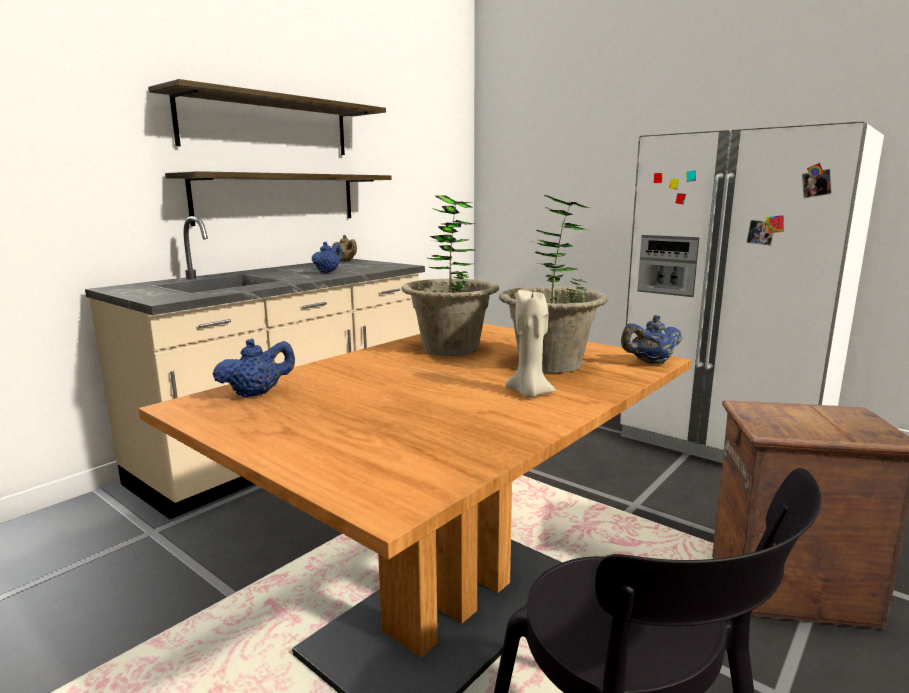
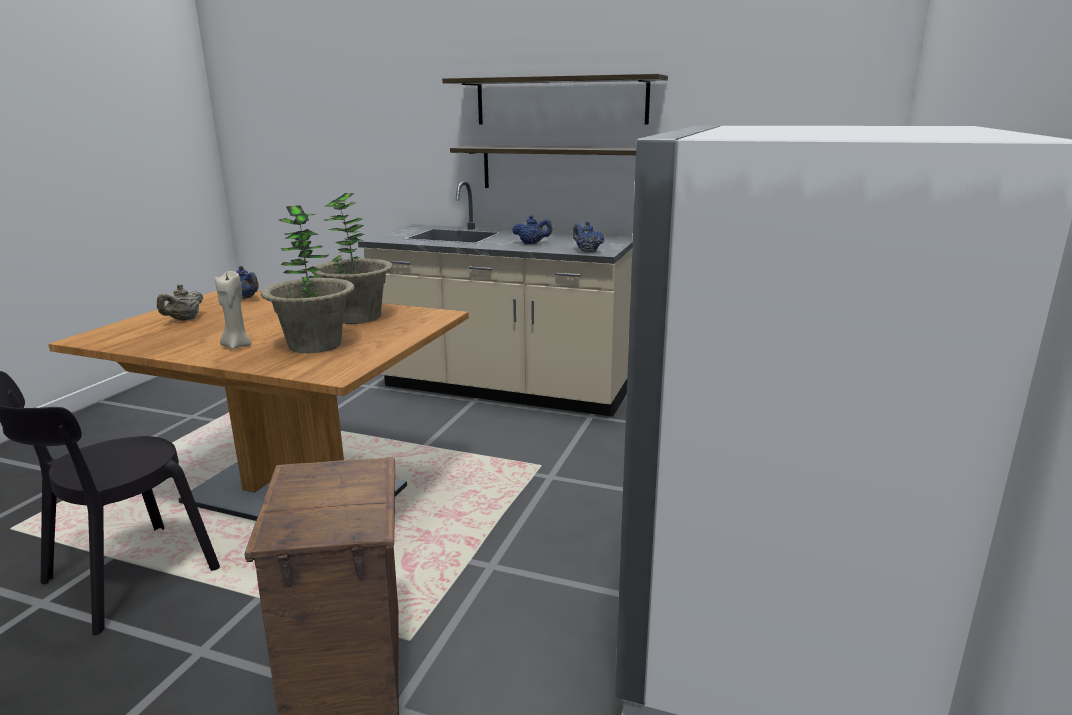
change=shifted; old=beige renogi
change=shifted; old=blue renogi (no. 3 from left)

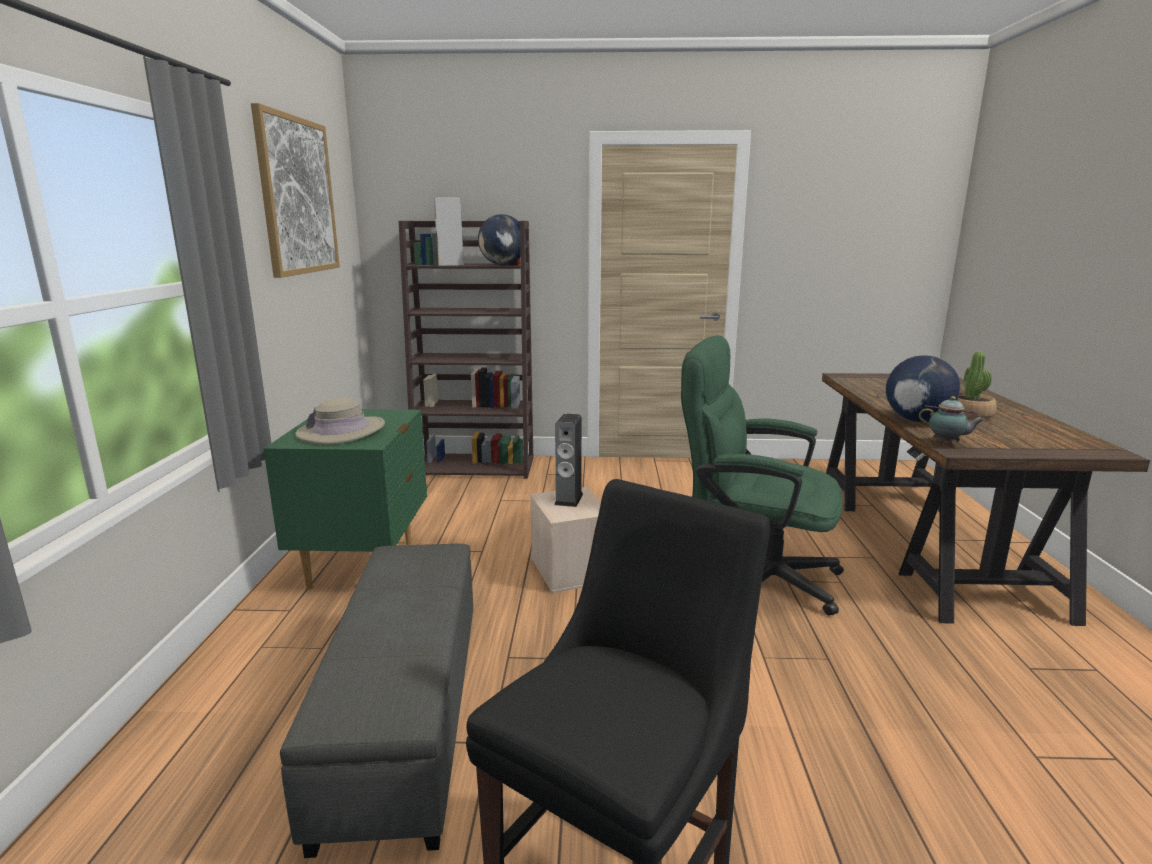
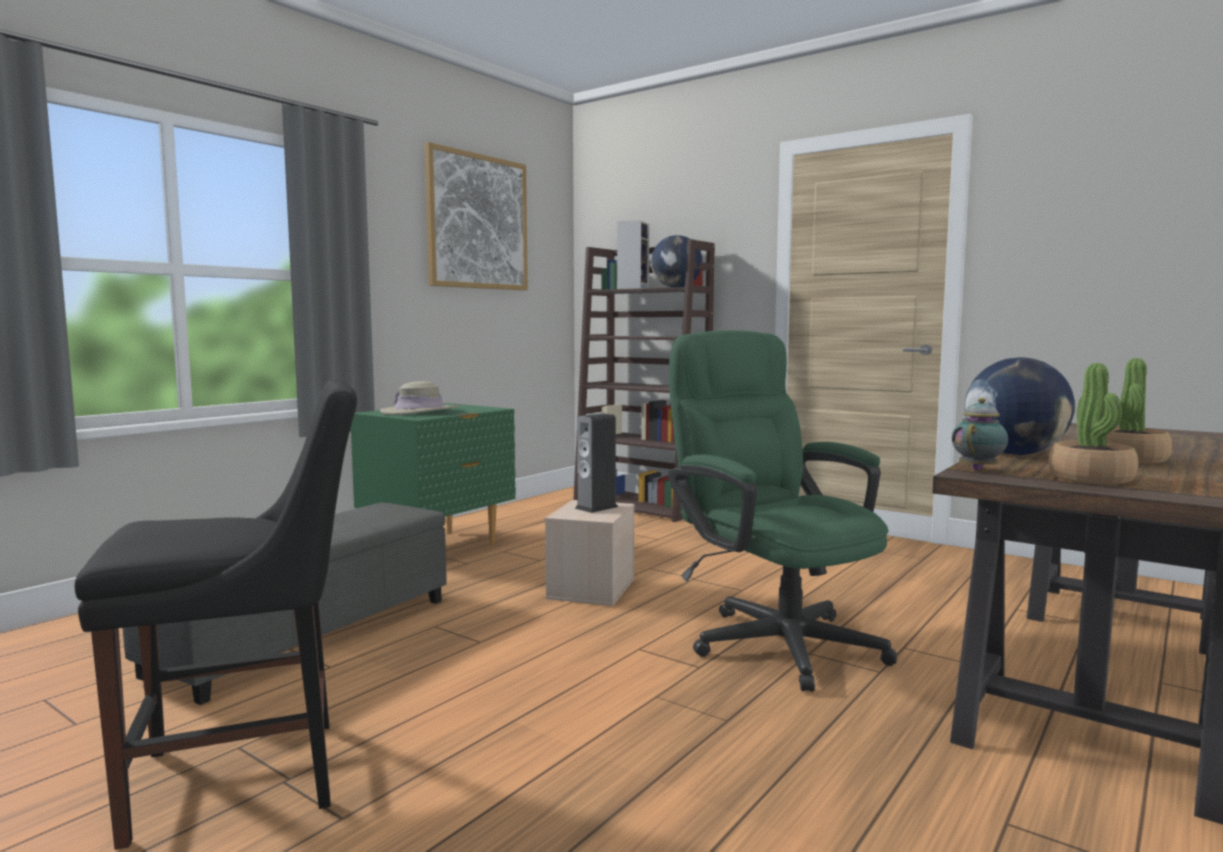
change=rotated; old=renogi; degrees=-120
change=new; new=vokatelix (no. 1 from left)

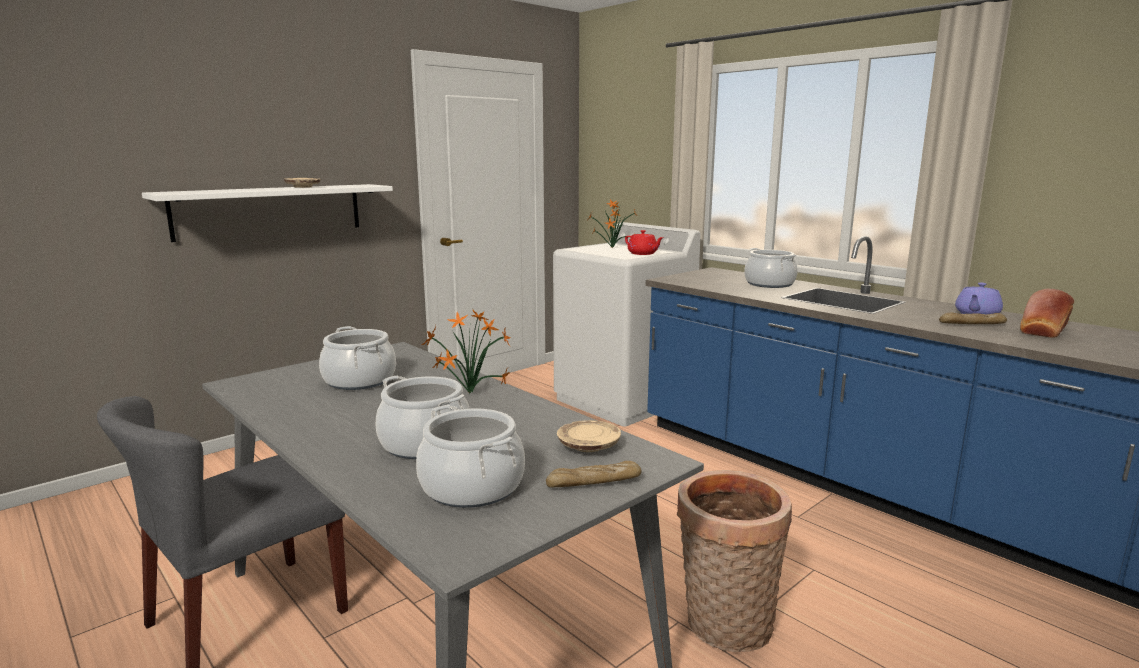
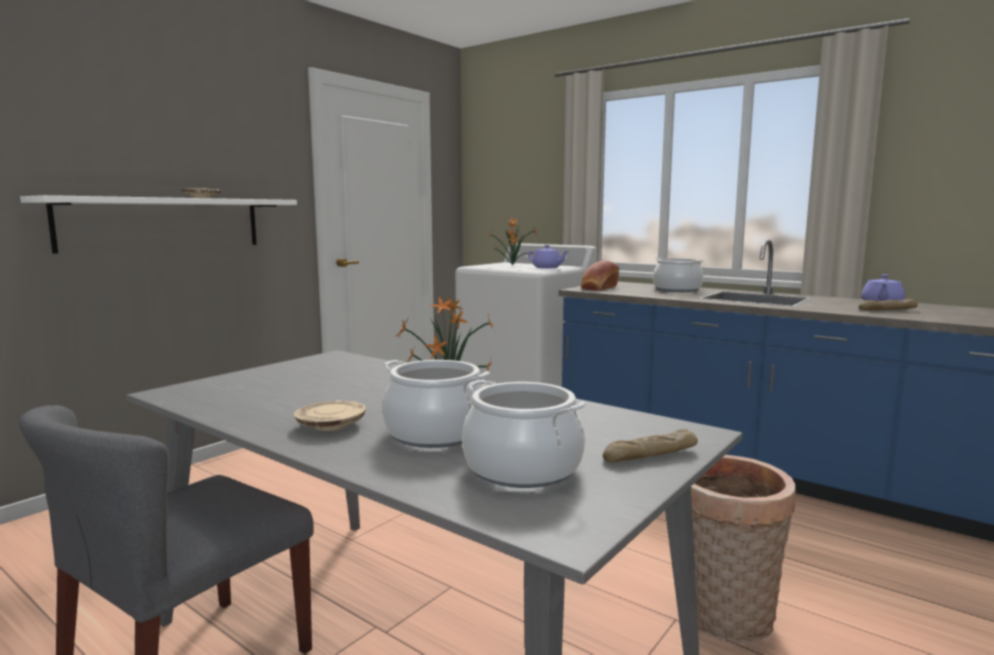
change=shifted; old=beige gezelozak (no. 2 from left)
change=repainted; old=red renogi; new=purple renogi (no. 1 from left)
change=shifted; old=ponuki (no. 3 from left in the first image); new=ponuki (no. 1 from left)
change=gone; old=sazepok (no. 1 from left)

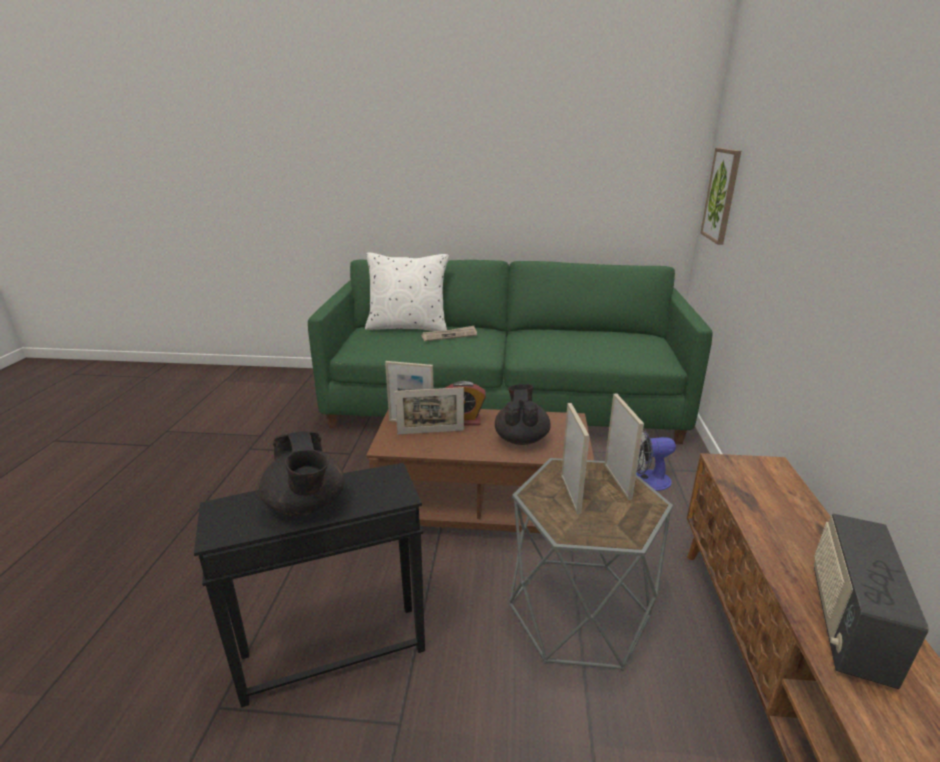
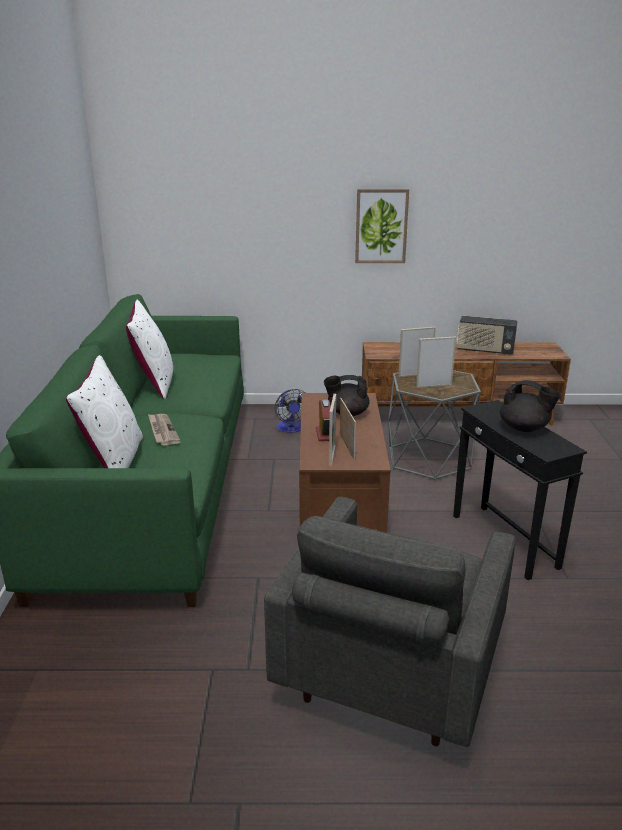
change=new; new=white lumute (no. 2 from left)
change=new; new=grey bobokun
change=shifted; old=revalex
change=rotated; old=black renogi (no. 1 from left in the first image); degrees=60

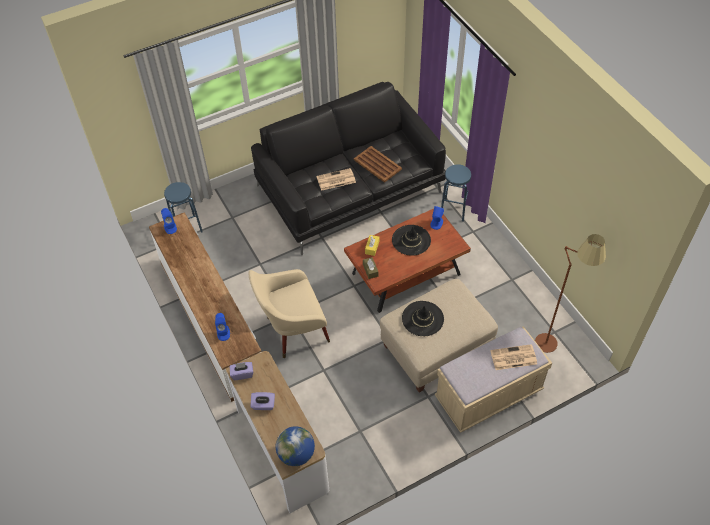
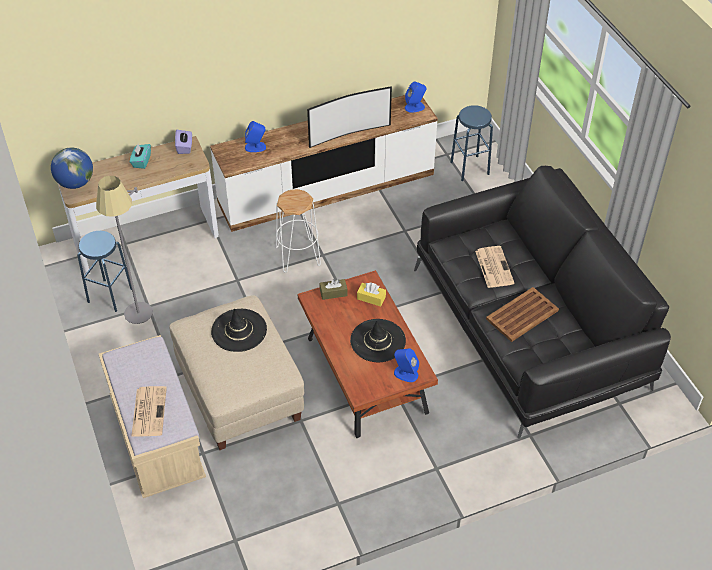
change=shifted; old=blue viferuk (no. 2 from left in the first image); new=blue viferuk (no. 1 from left)
change=new; new=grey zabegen
change=repainted; old=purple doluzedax (no. 2 from left); new=turquoise doluzedax
change=swapped; old=beige bobokun; new=white viferuk
change=new; new=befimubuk
change=gone; old=brown zabegen

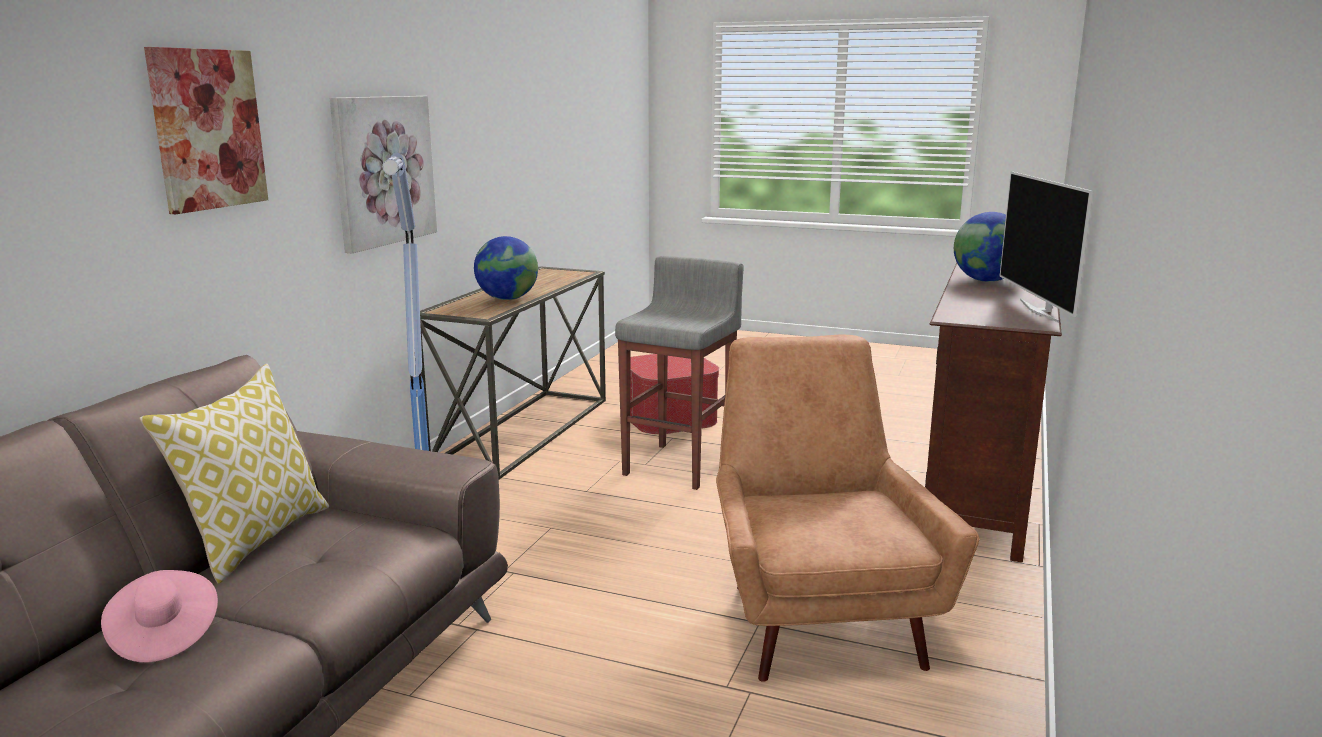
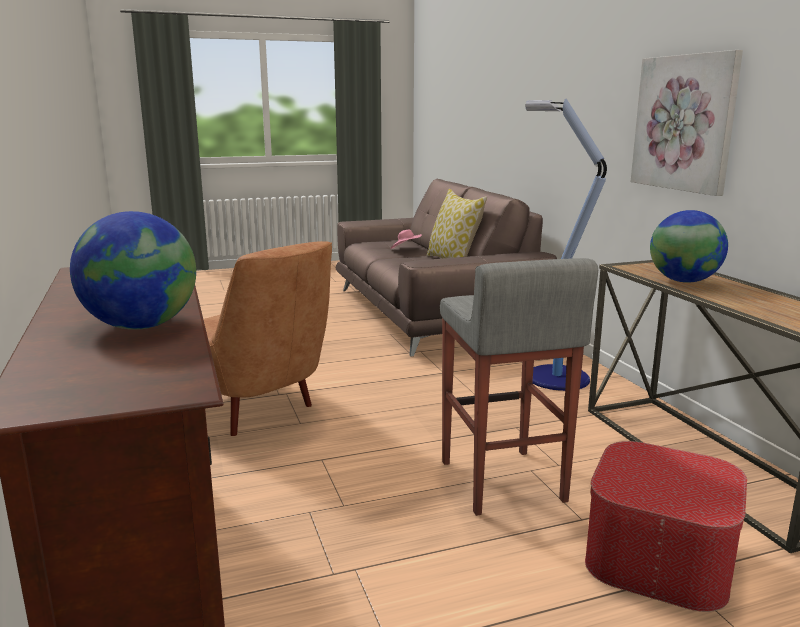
change=gone; old=revalex (no. 1 from left)
change=gone; old=befimubuk

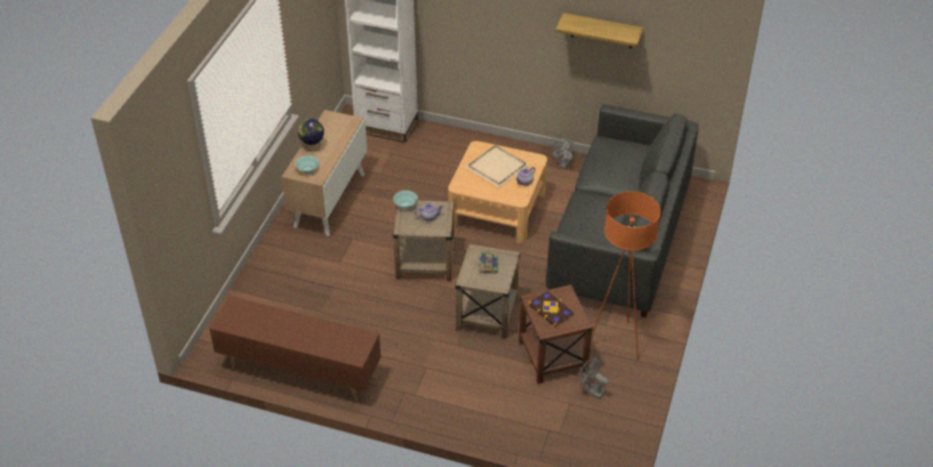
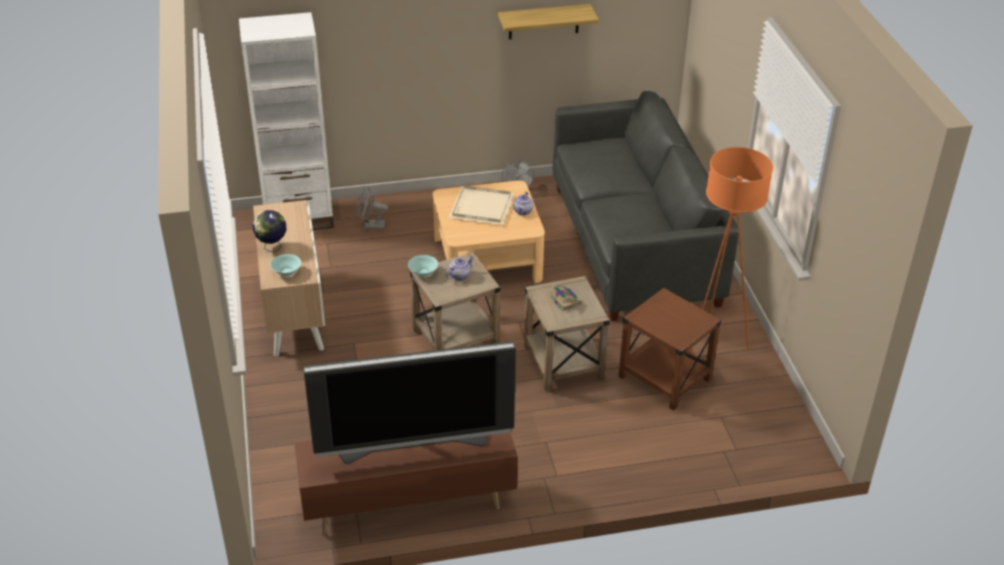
change=new; new=befimubuk
change=shifted; old=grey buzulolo (no. 2 from left in the first image); new=grey buzulolo (no. 1 from left)
change=gone; old=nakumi (no. 2 from left)

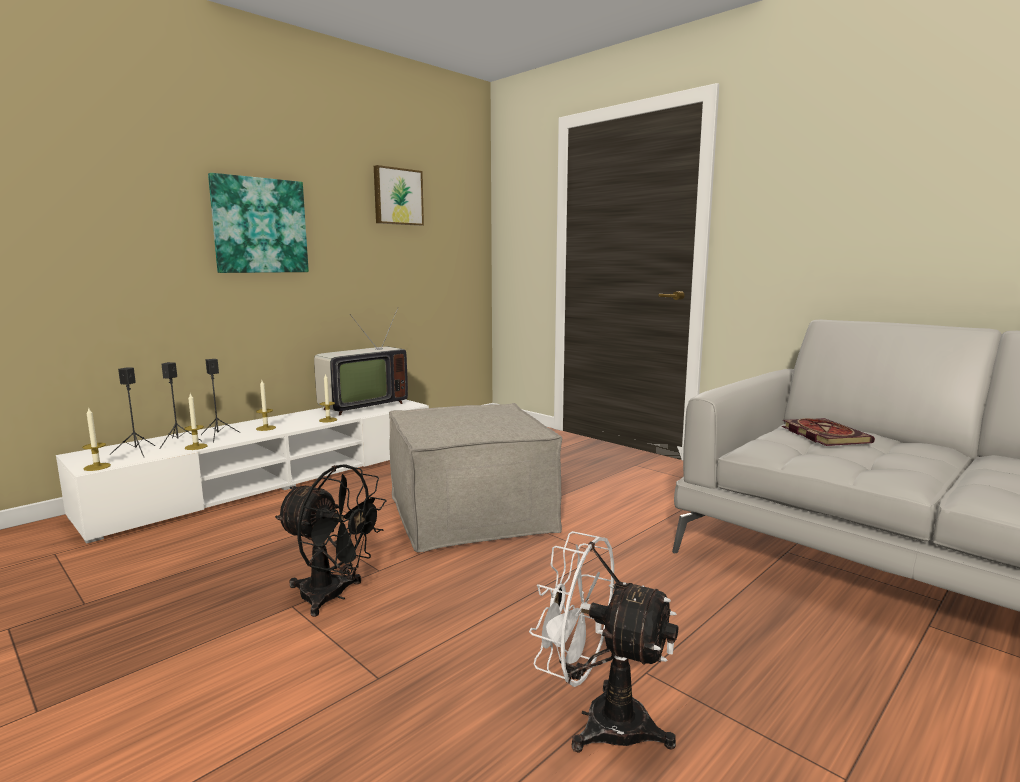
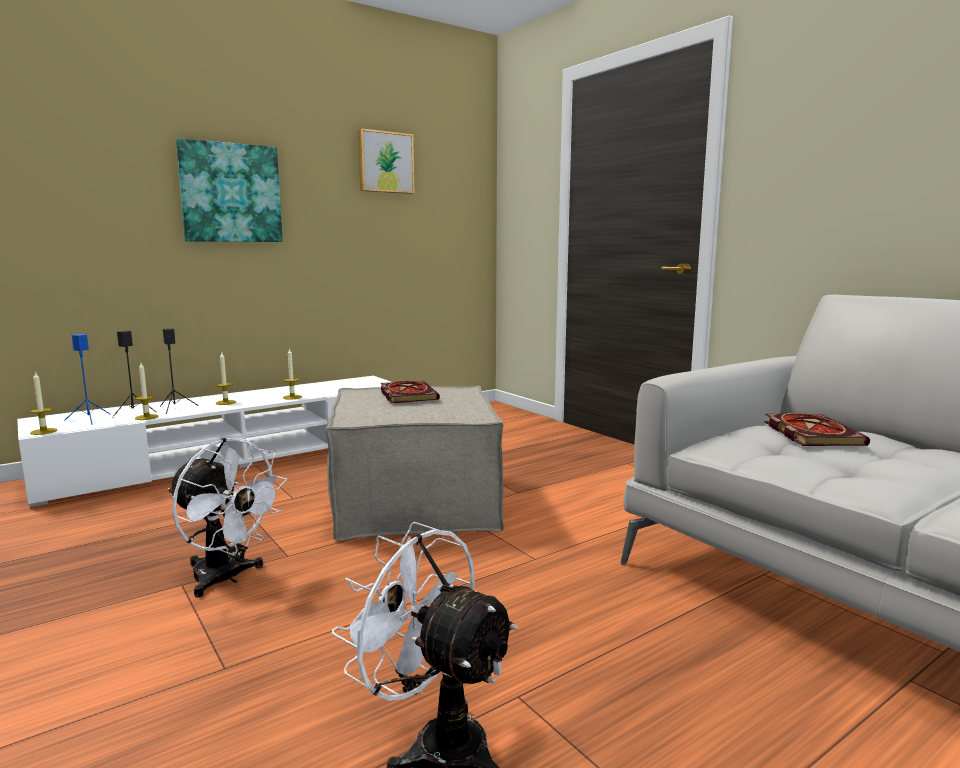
change=repainted; old=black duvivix (no. 1 from left); new=blue duvivix
change=repainted; old=black buzulolo; new=white buzulolo (no. 1 from left)
change=new; new=nakumi (no. 1 from left)
change=gone; old=befimubuk

